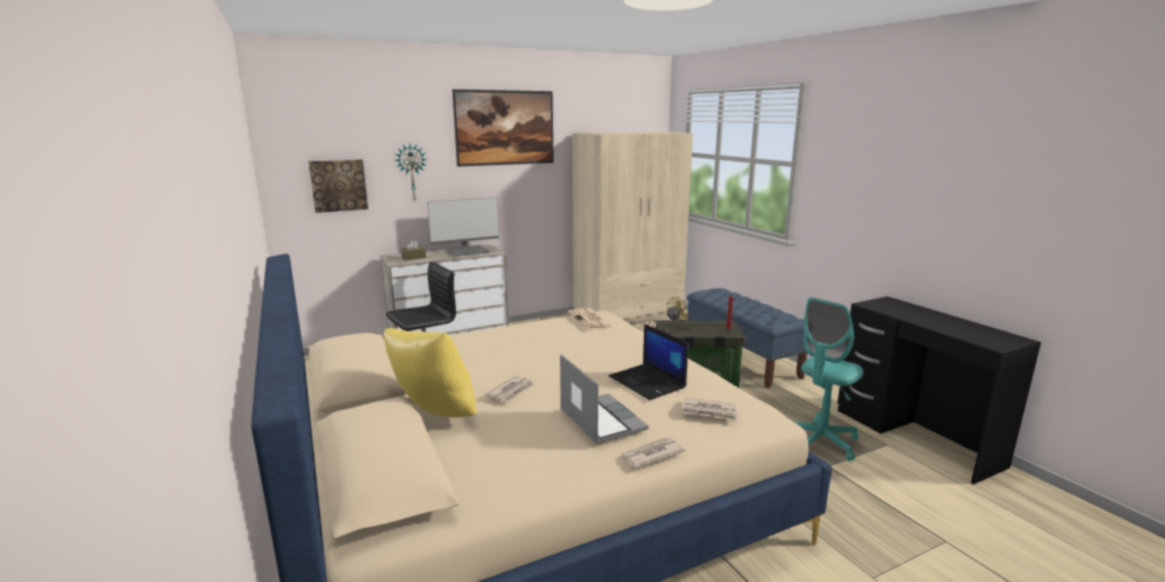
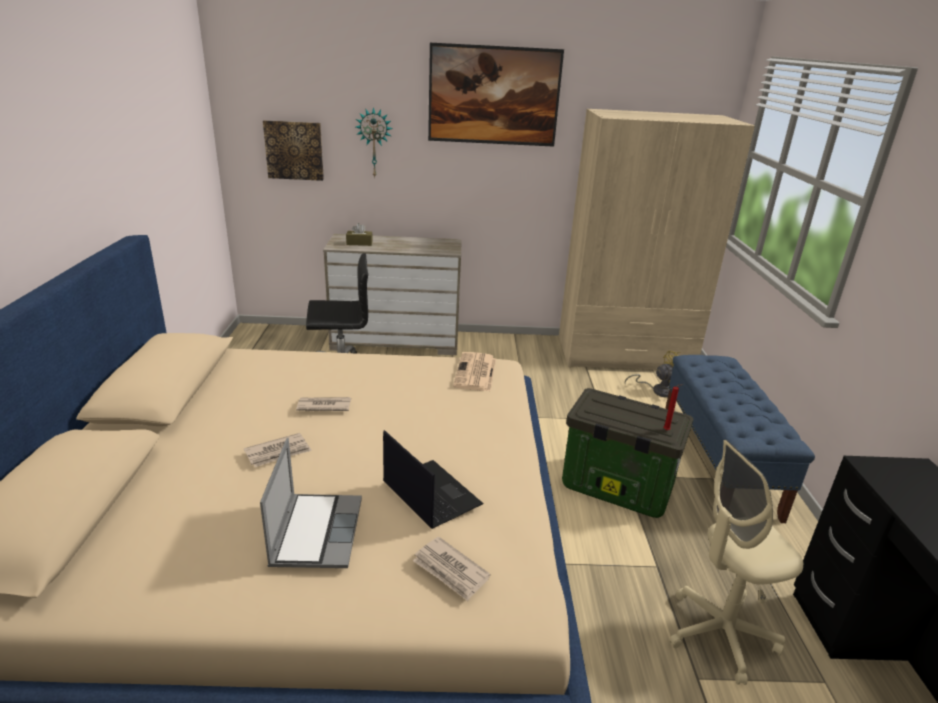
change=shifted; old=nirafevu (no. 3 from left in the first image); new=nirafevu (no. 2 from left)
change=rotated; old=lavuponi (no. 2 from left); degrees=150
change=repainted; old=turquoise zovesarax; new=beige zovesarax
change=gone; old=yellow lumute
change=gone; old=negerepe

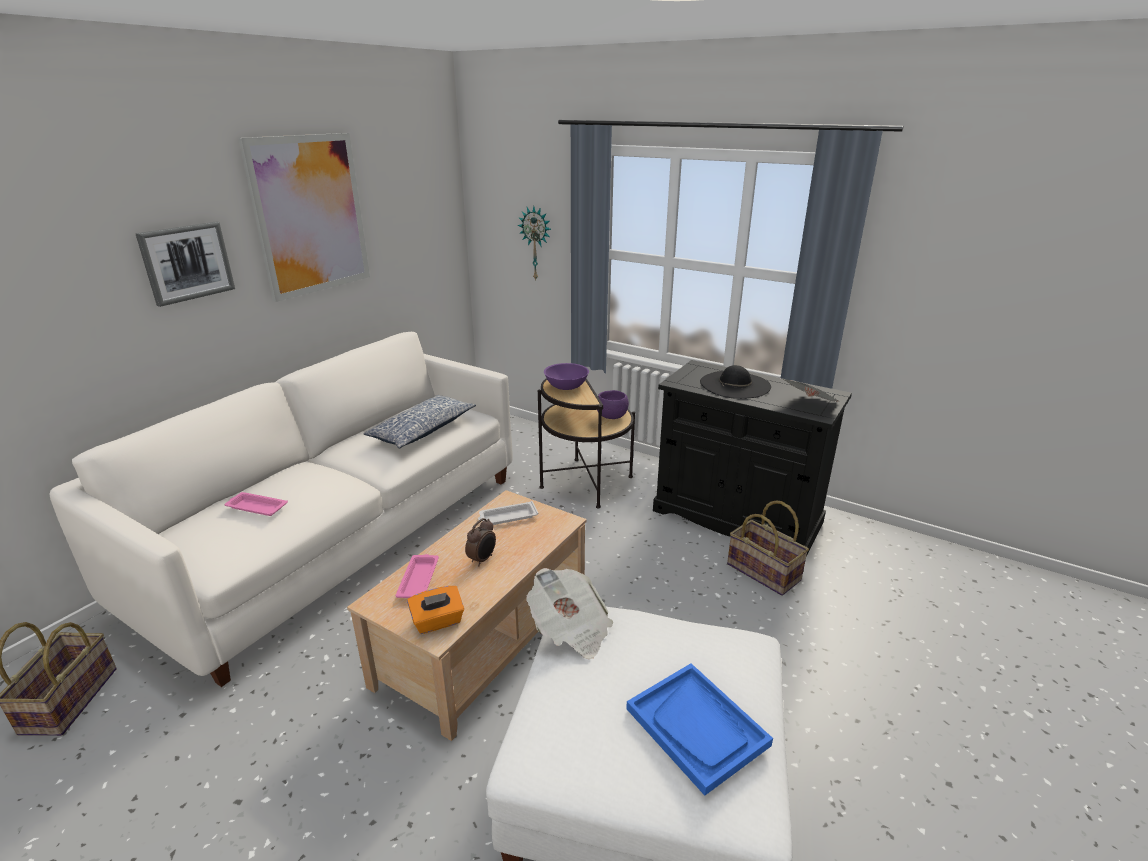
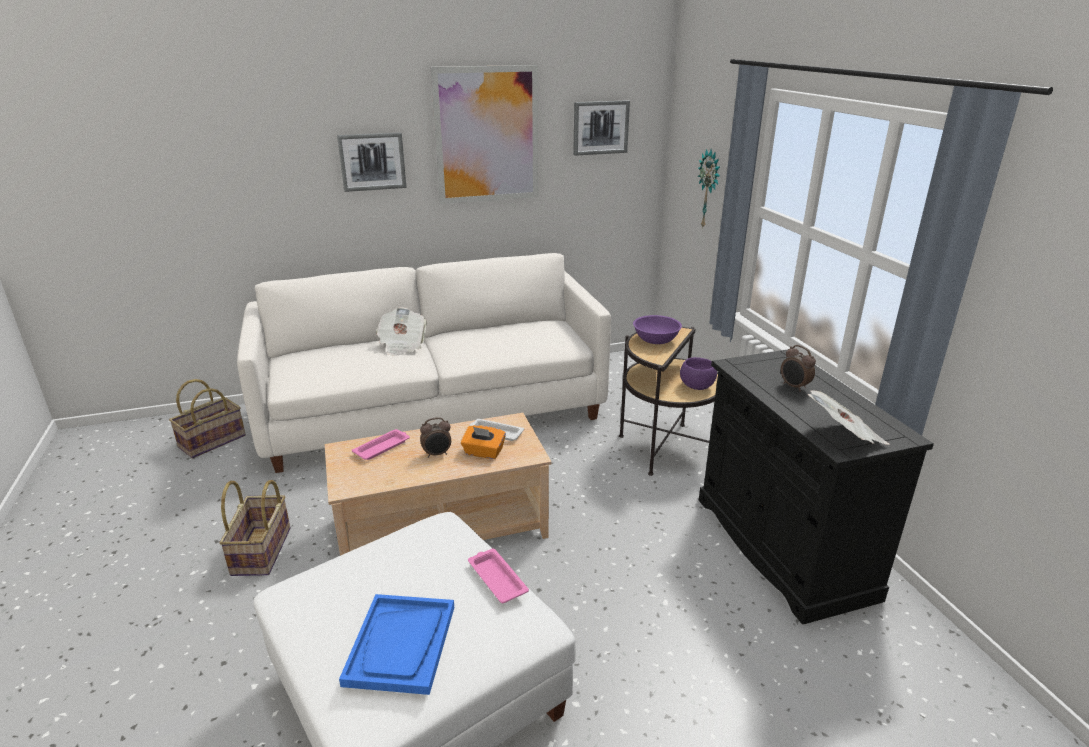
change=shifted; old=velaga (no. 2 from left)
change=shifted; old=nirafevu (no. 1 from left)
change=shifted; old=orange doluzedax
change=shifted; old=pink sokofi (no. 1 from left in the first image); new=pink sokofi (no. 2 from left)
change=new; new=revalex (no. 3 from left)
change=swapped; old=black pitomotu; new=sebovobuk (no. 2 from left)
change=gone; old=lumute

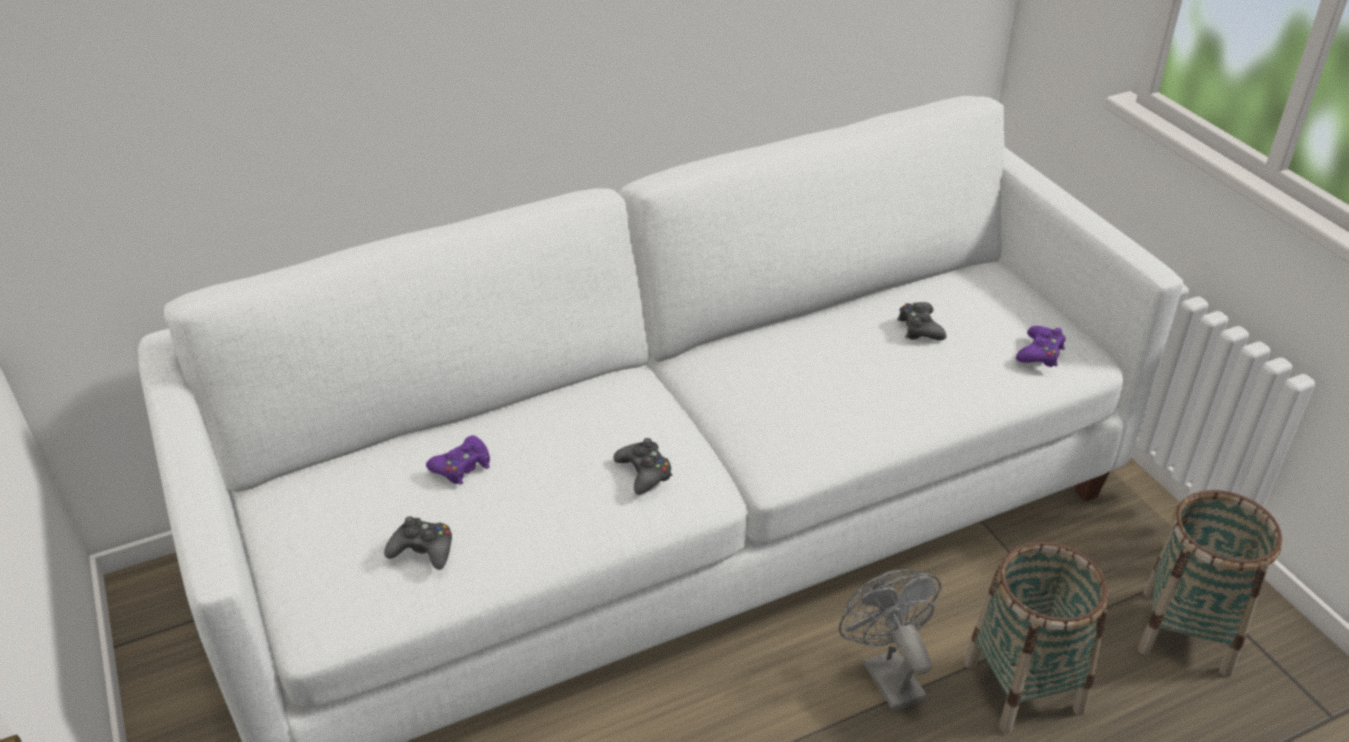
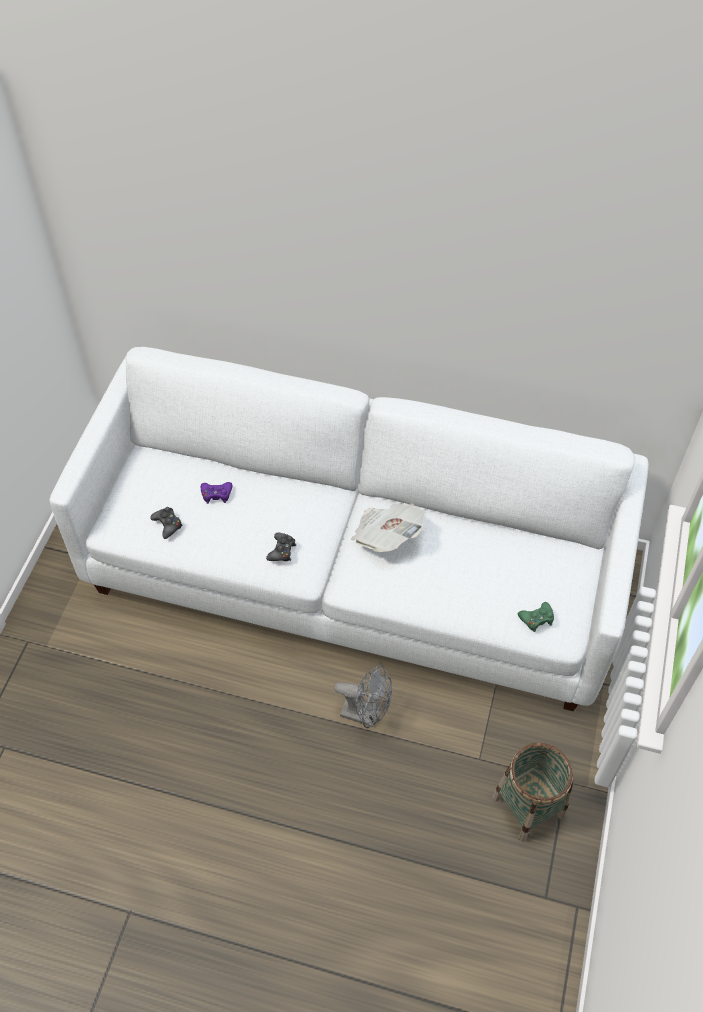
change=rotated; old=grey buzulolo; degrees=90
change=new; new=nirafevu
change=repainted; old=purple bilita (no. 2 from left); new=green bilita
change=gone; old=black bilita (no. 3 from left)
change=gone; old=velaga (no. 1 from left)

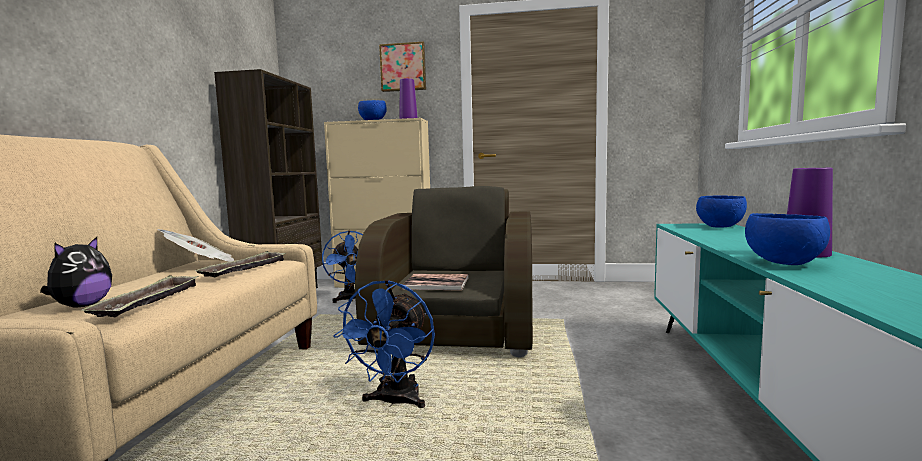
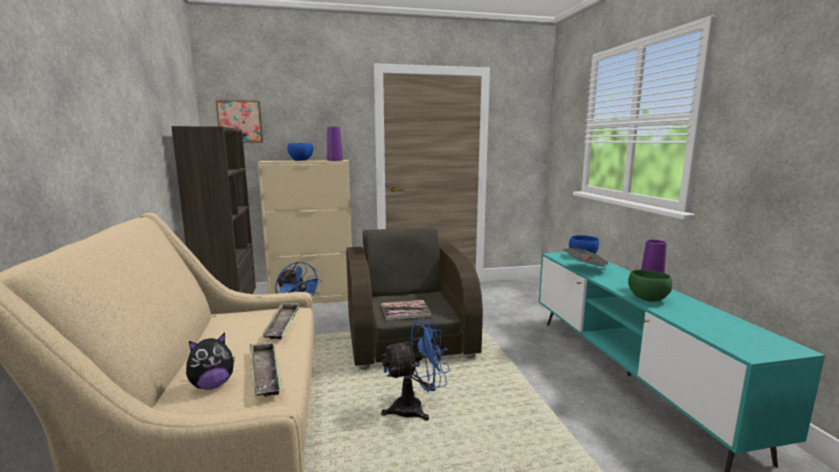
change=rotated; old=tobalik; degrees=60
change=shifted; old=revalex
change=rotated; old=blue buzulolo (no. 2 from left); degrees=-105
change=shifted; old=nirafevu
change=repainted; old=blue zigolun (no. 3 from left); new=green zigolun

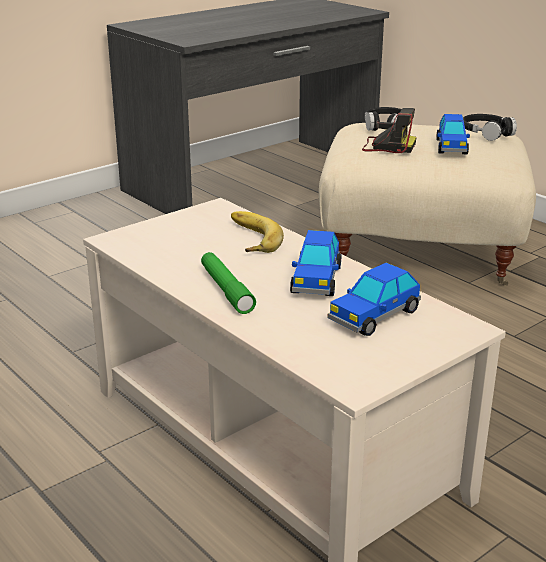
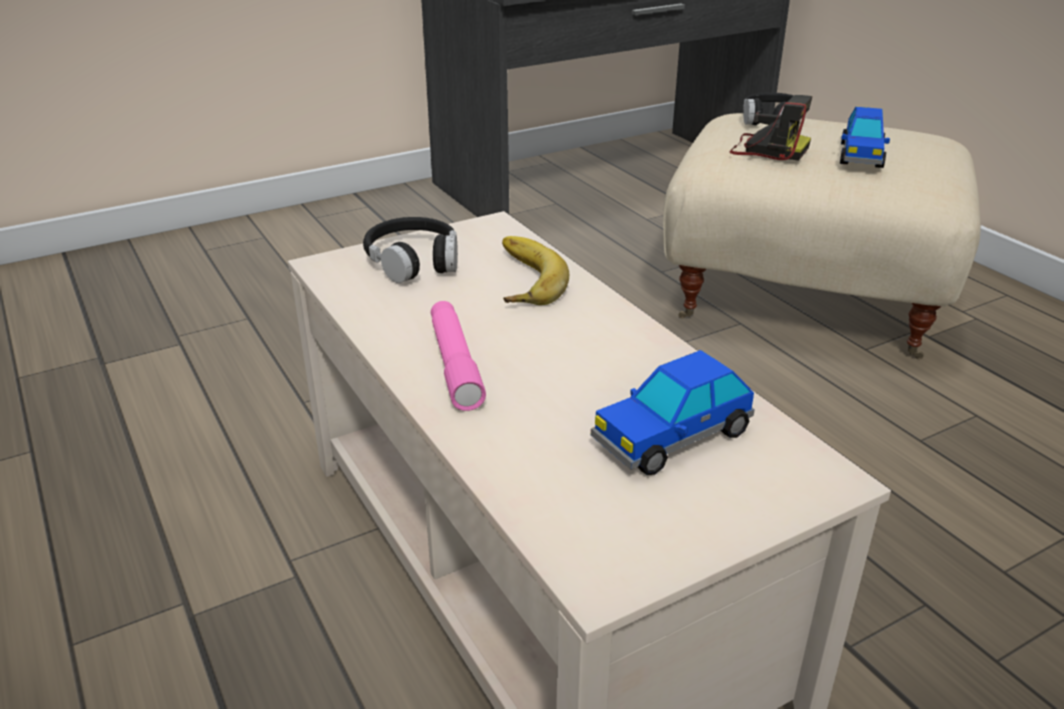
change=shifted; old=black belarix (no. 2 from left in the first image); new=black belarix (no. 1 from left)
change=repainted; old=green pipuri; new=pink pipuri
change=gone; old=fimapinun (no. 1 from left)

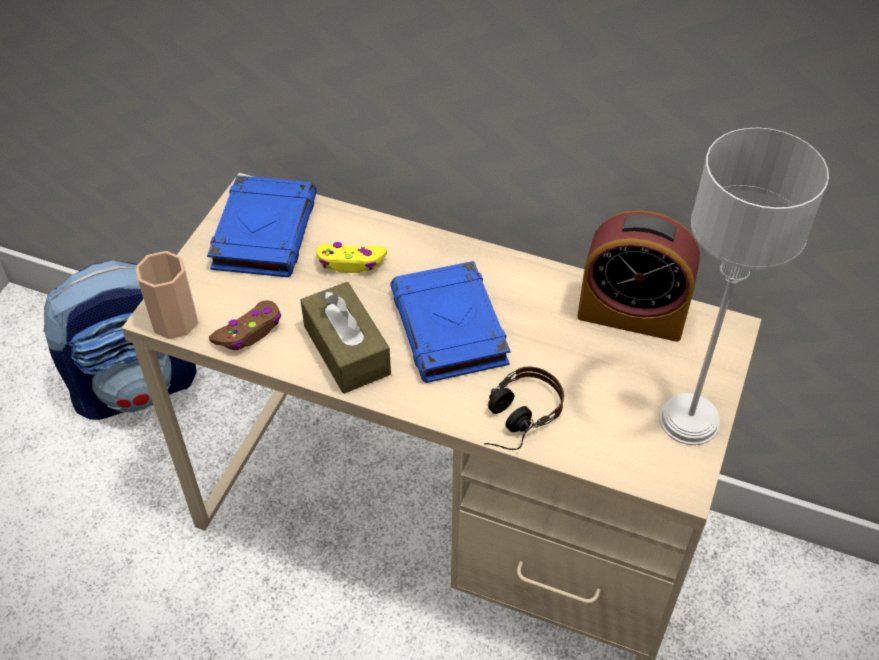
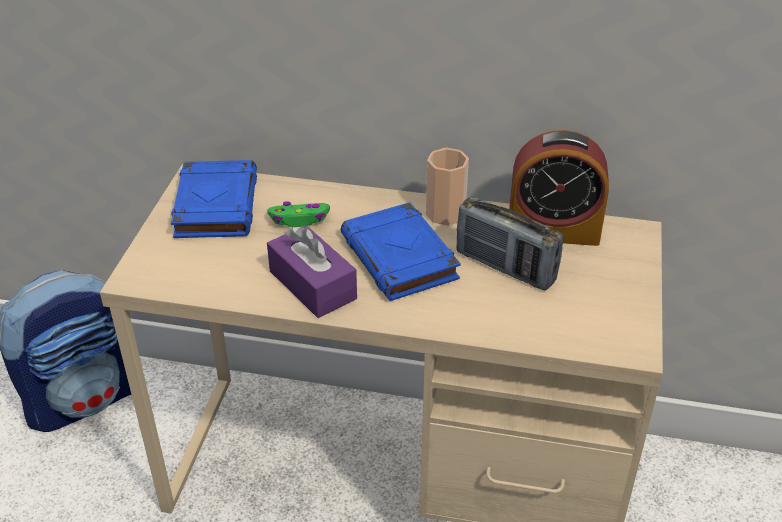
change=repainted; old=yellow bilita; new=green bilita
change=repainted; old=brown doluzedax; new=purple doluzedax
change=shifted; old=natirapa
change=new; new=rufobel
change=gone; old=brown bilita
change=gone; old=belarix
change=gone; old=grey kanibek

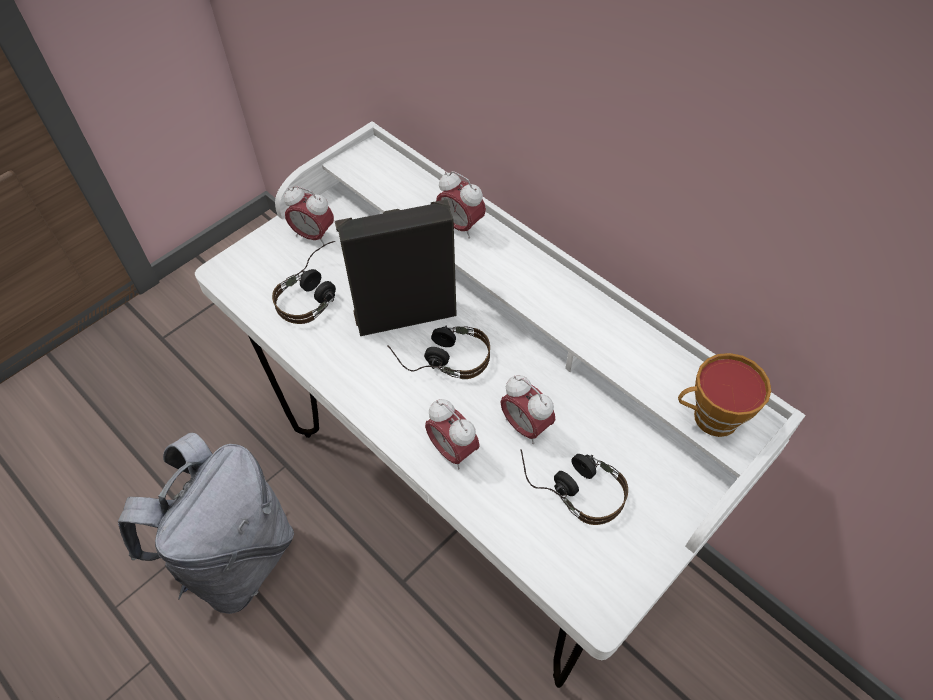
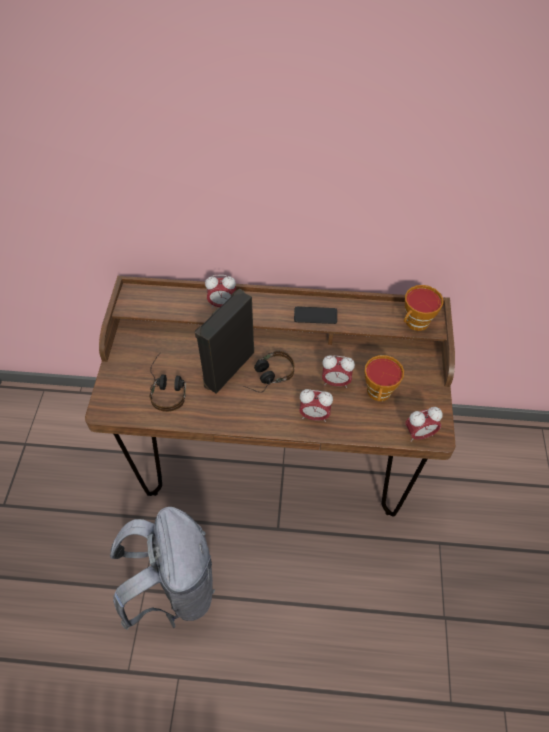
change=repainted; old=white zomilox; new=brown zomilox
change=new; new=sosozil
change=swapped; old=belarix (no. 3 from left); new=natirapa (no. 1 from left)
change=shifted; old=sebovobuk (no. 1 from left in the first image); new=sebovobuk (no. 4 from left)

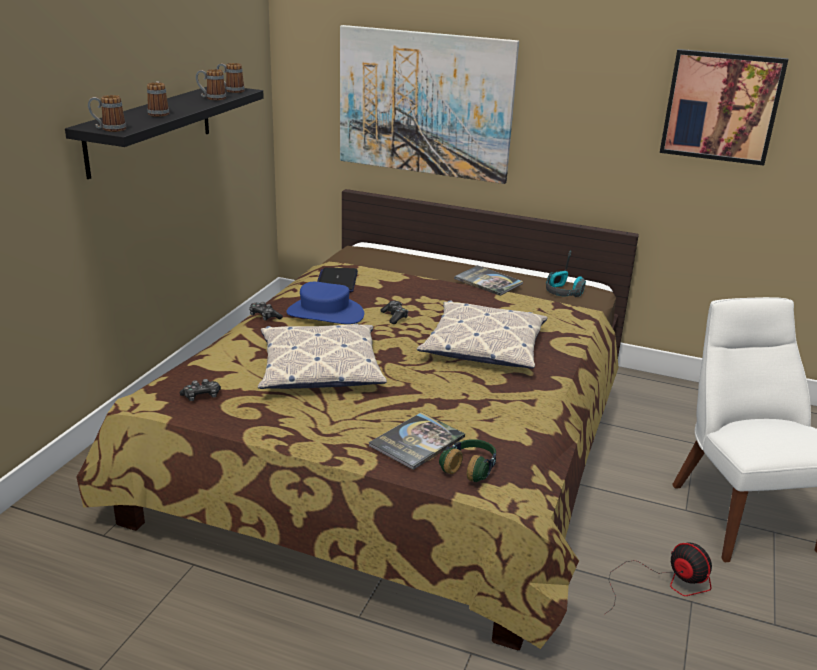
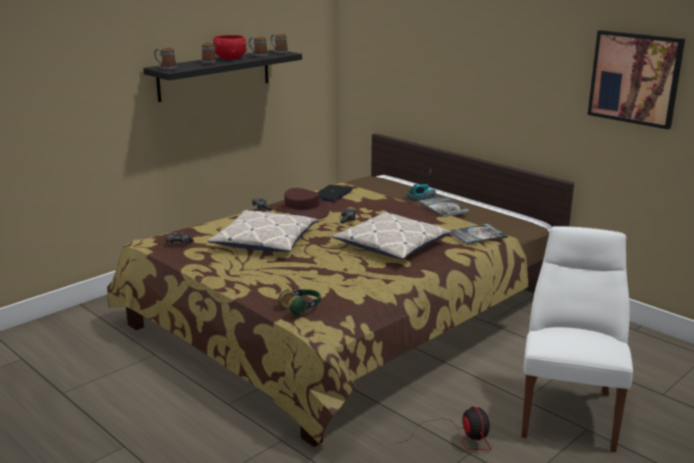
change=new; new=red zigolun
change=repainted; old=blue pitomotu; new=brown pitomotu
change=shifted; old=belarix (no. 2 from left)
change=shifted; old=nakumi (no. 1 from left in the first image); new=nakumi (no. 2 from left)
change=gone; old=revalex (no. 1 from left)

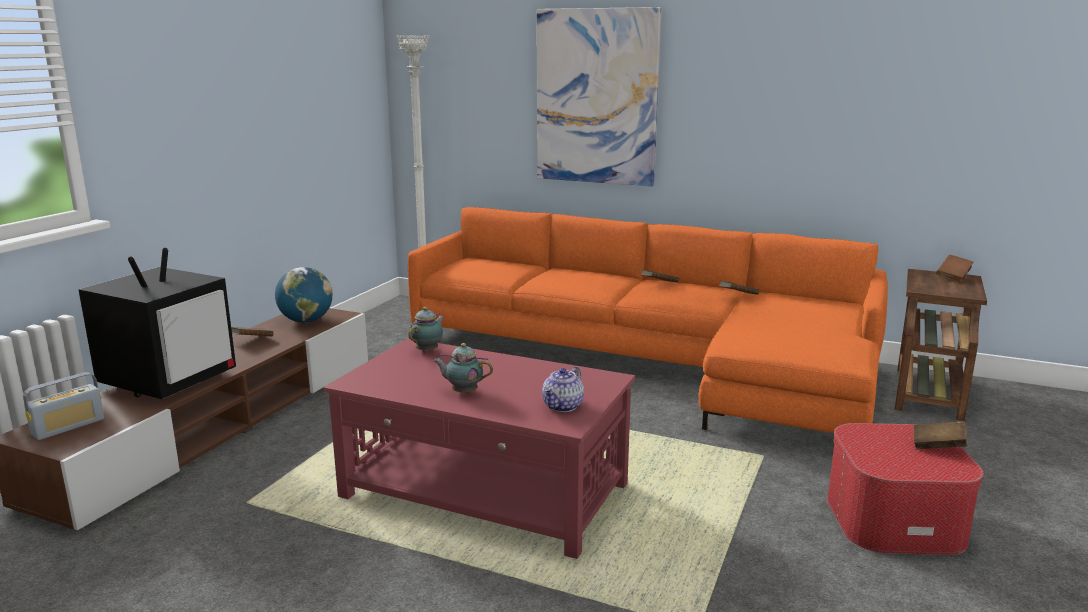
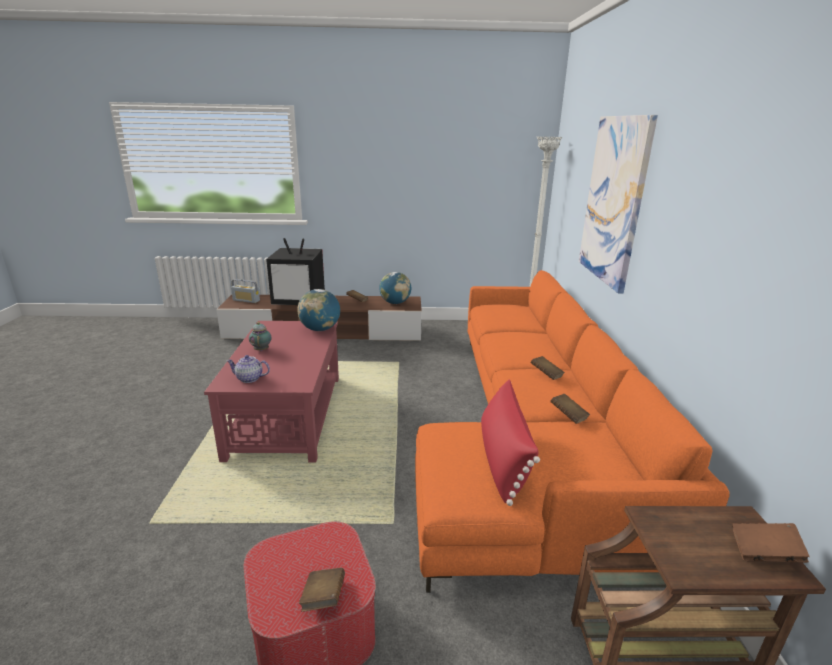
change=swapped; old=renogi (no. 1 from left); new=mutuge (no. 1 from left)
change=new; new=red lumute

